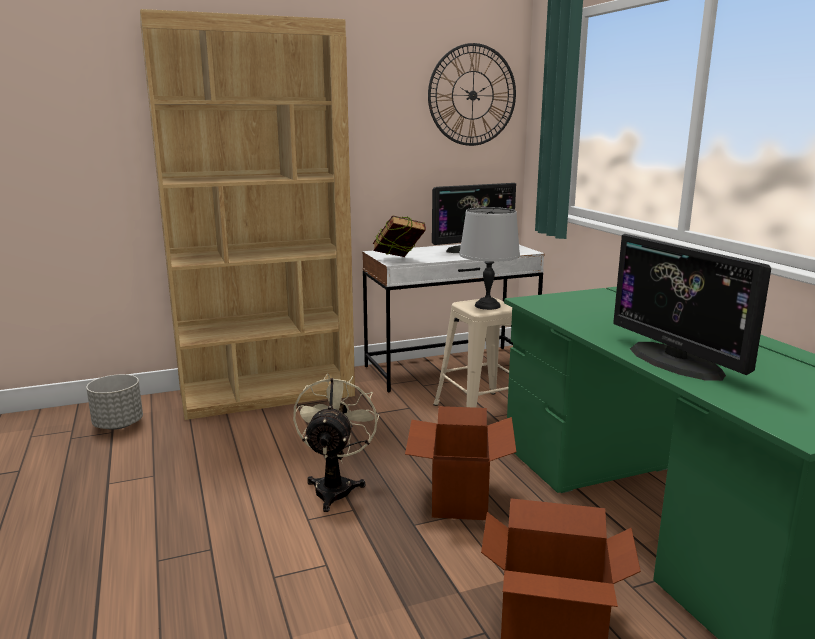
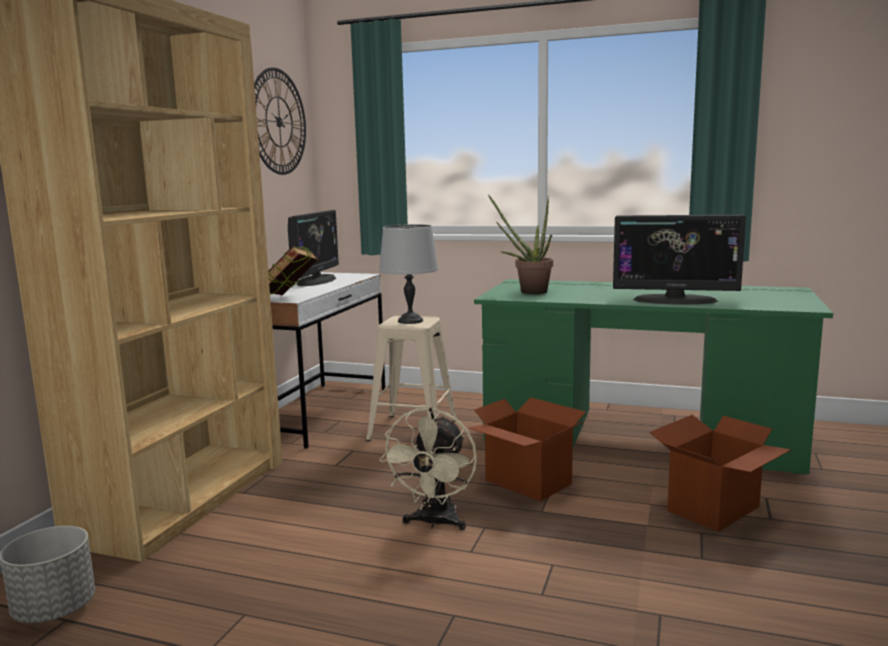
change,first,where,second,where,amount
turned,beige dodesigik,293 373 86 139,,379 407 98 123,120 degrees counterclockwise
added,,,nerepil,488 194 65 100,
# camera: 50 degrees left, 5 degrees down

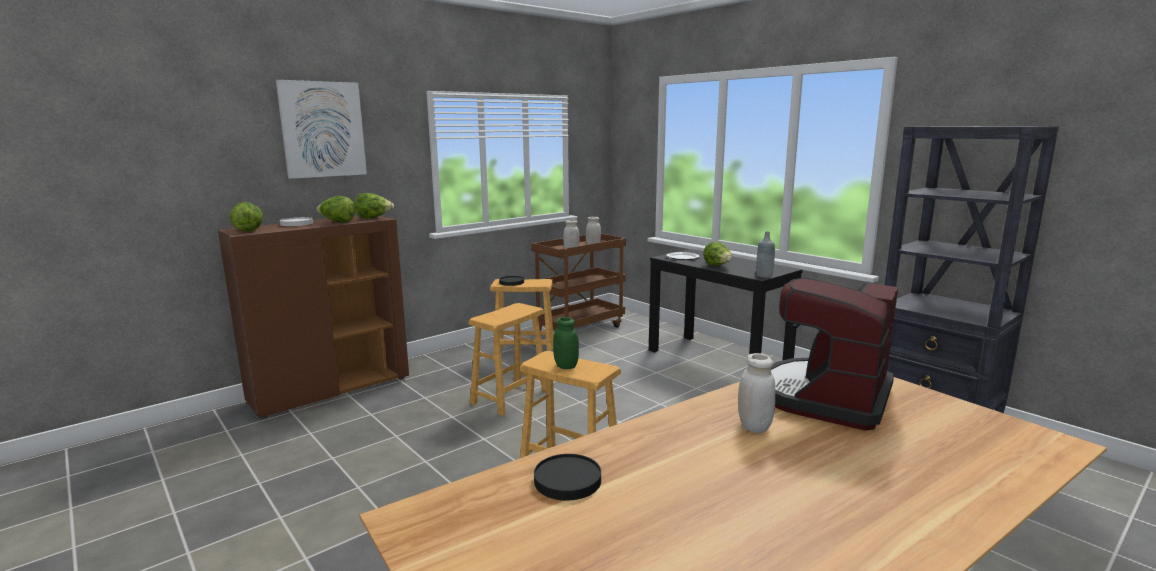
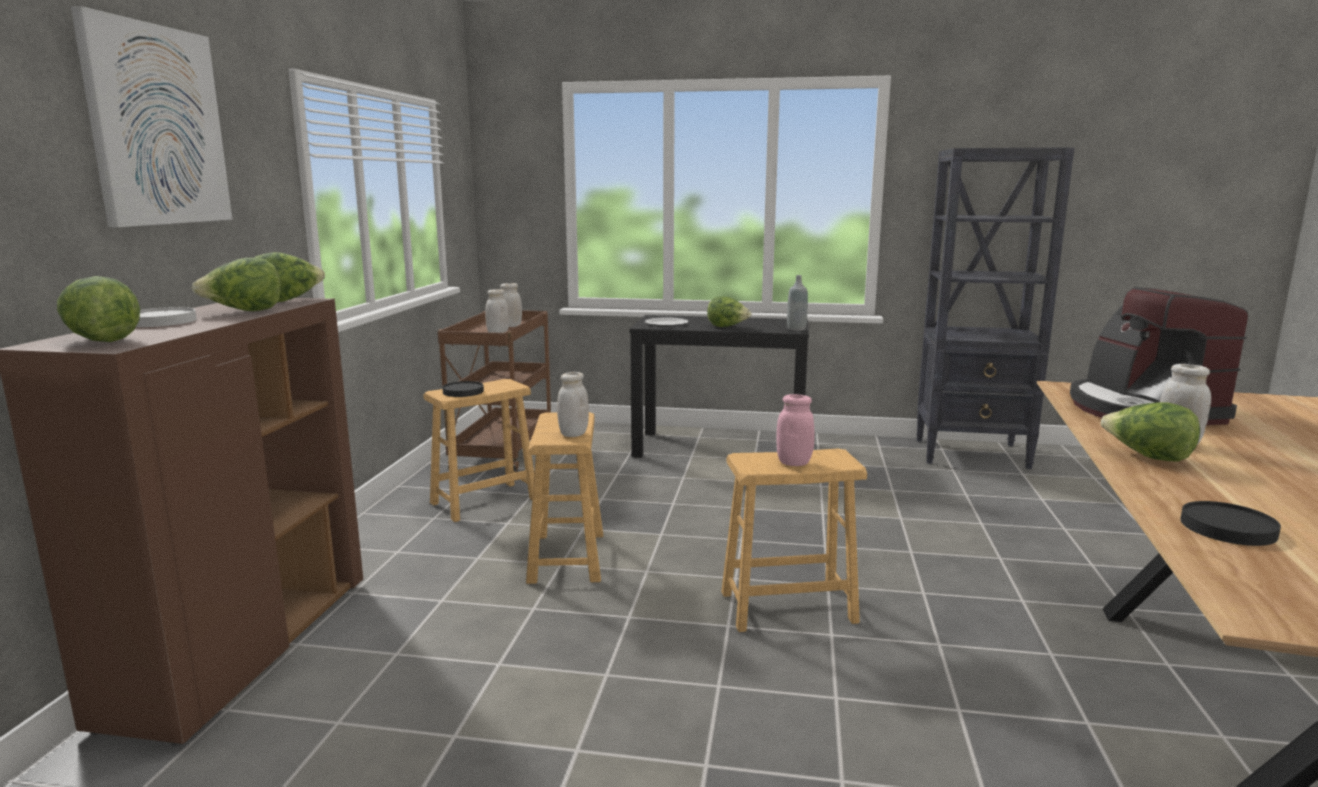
change,first,where,second,where,amount
recoloured,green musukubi,553 317 26 52,pink musukubi,776 394 39 72,
added,,,white musukubi,557 372 32 65,
added,,,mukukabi,1101 402 99 60,
# camera: 40 degrees left, 0 degrees up

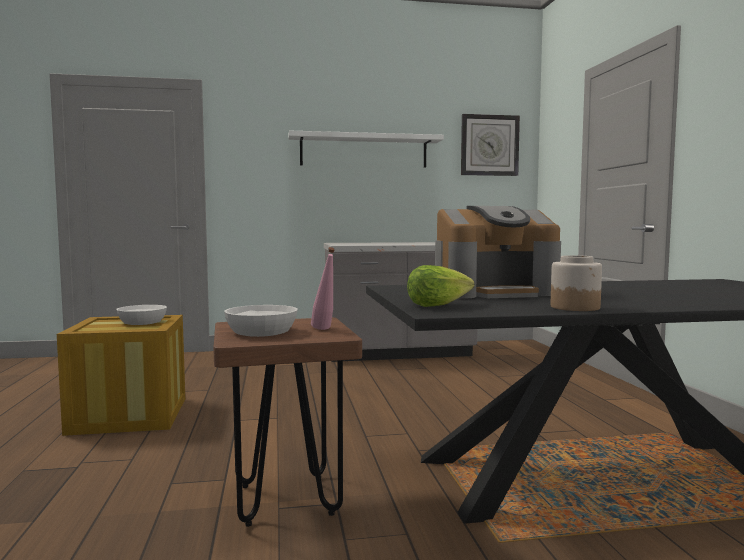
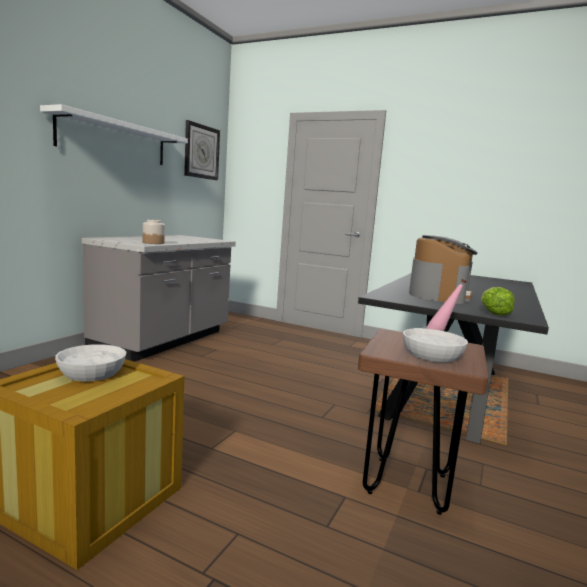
change,first,where,second,where,amount
moved,musukubi,551 255 51 56,,143 220 22 24,
# camera: 55 degrees left, 5 degrees up

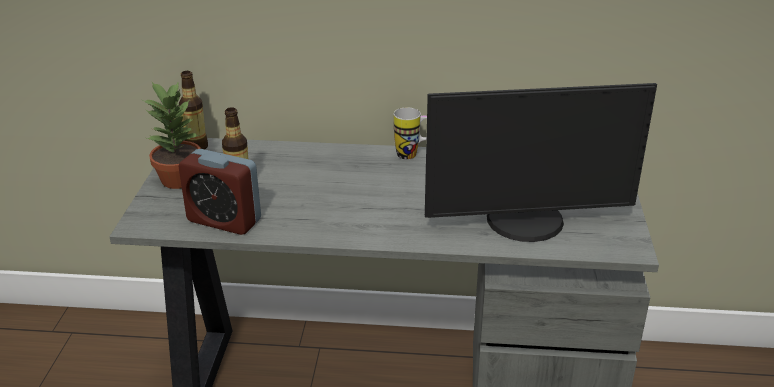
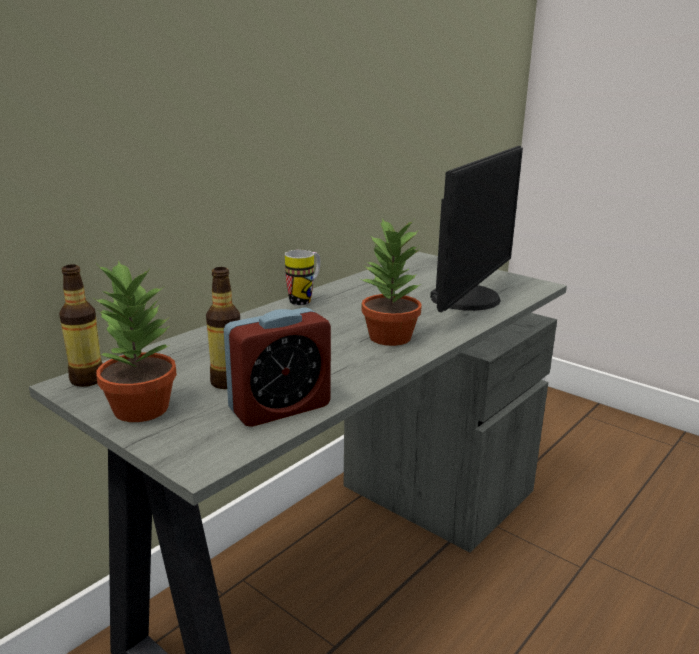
change,first,where,second,where,amount
added,,,nerepil,361 218 61 128,
# camera: 55 degrees left, 10 degrees down

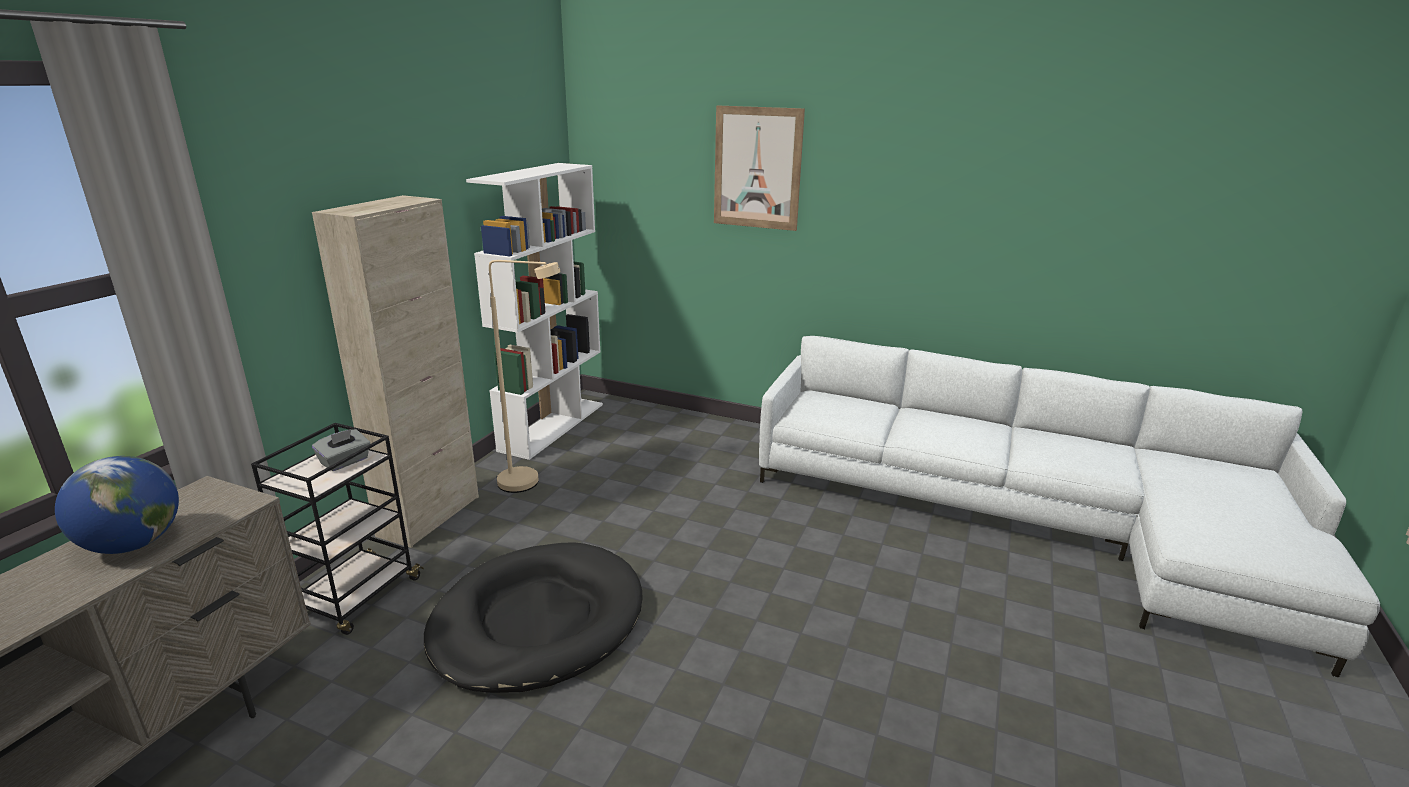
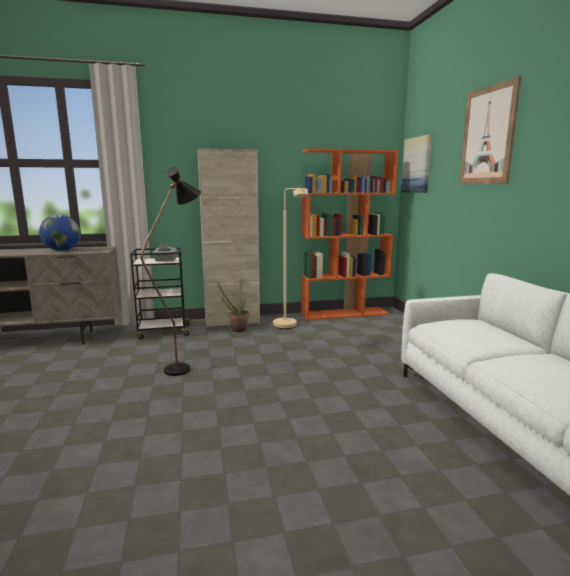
change,first,where,second,where,amount
replaced,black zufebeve,424 542 219 151,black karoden,140 167 61 209,
recoloured,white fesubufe,466 163 137 297,orange fesubufe,301 148 98 172,
added,,,nerepil,218 278 31 54,
added,,,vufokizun,401 135 31 58,
# camera: 55 degrees right, 10 degrees down

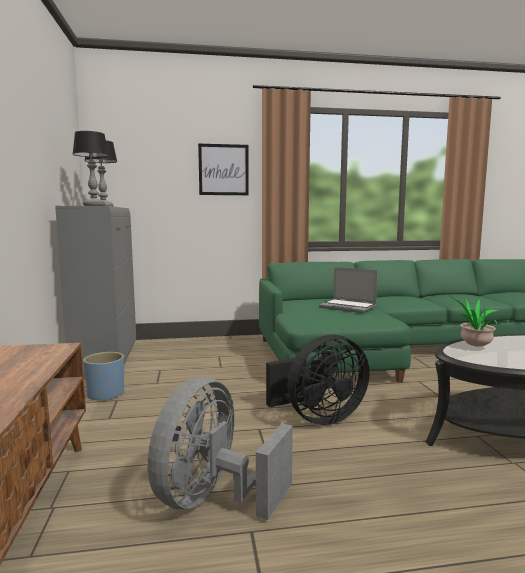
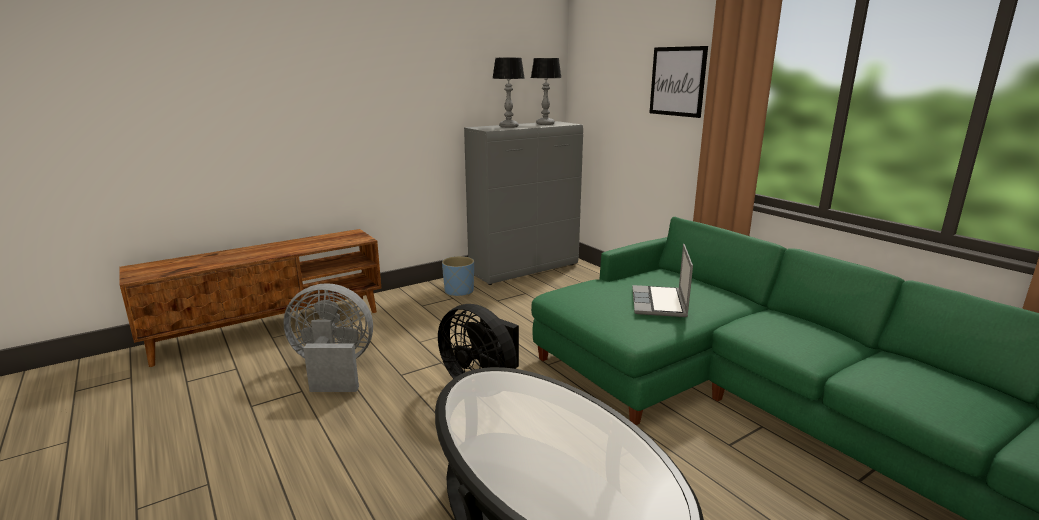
change,first,where,second,where,amount
removed,nerepil,451 296 55 51,,,
# camera: 65 degrees right, 10 degrees up

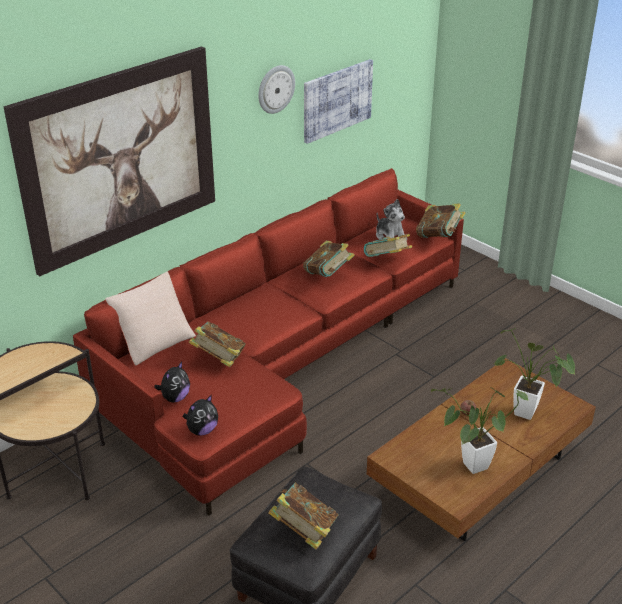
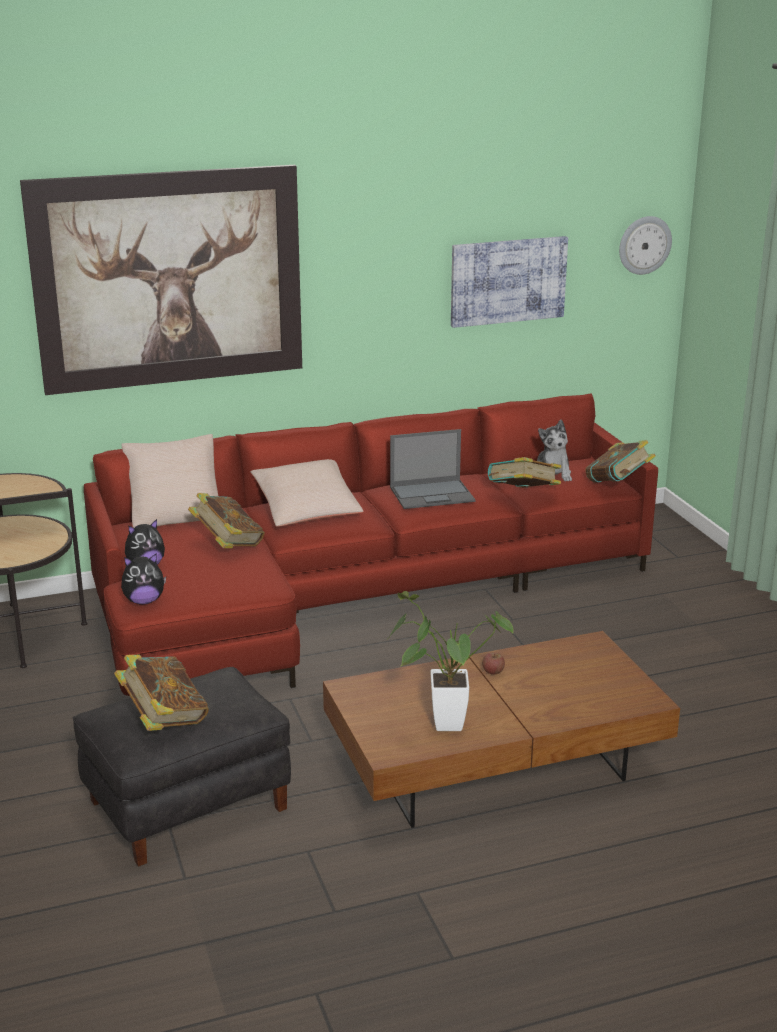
change,first,where,second,where,amount
moved,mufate,258 65 37 49,,619 216 53 59,
replaced,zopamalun,303 241 52 36,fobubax,390 429 85 80,
removed,nerepil,494 328 81 92,,,
added,,,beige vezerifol,250 459 114 68,
# camera: 25 degrees right, 10 degrees down

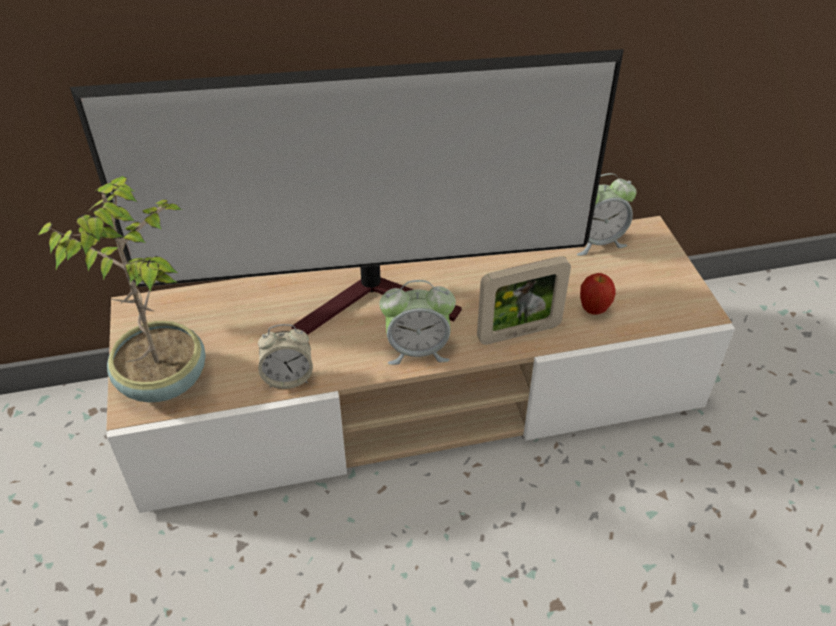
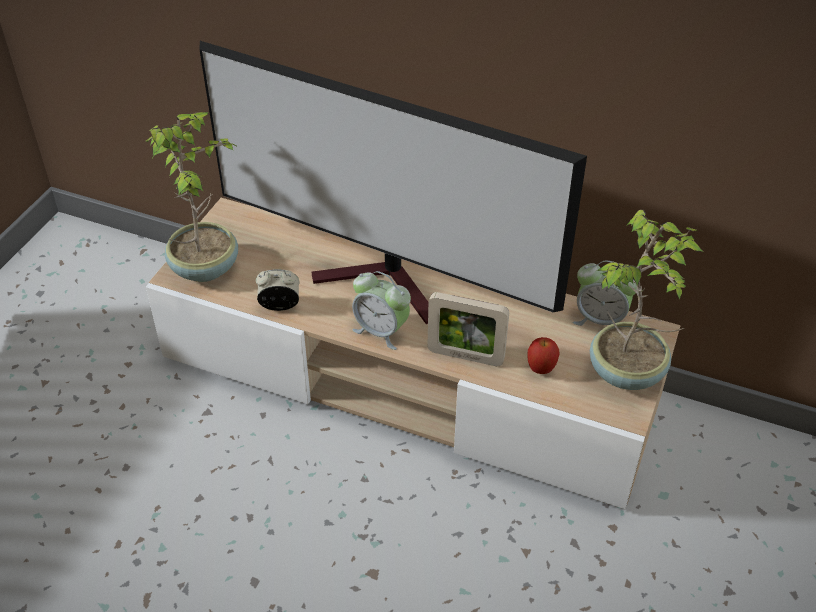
change,first,where,second,where,amount
turned,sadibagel,258 324 55 65,,256 269 43 42,150 degrees clockwise
added,,,nerepil,590 210 114 180,
# camera: 35 degrees right, 0 degrees up

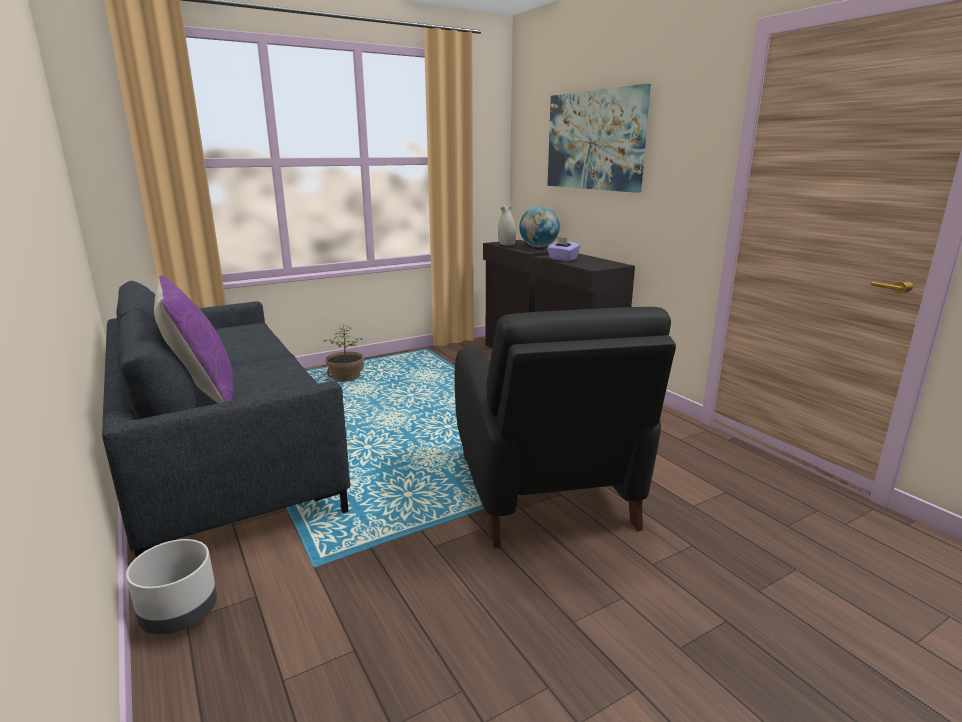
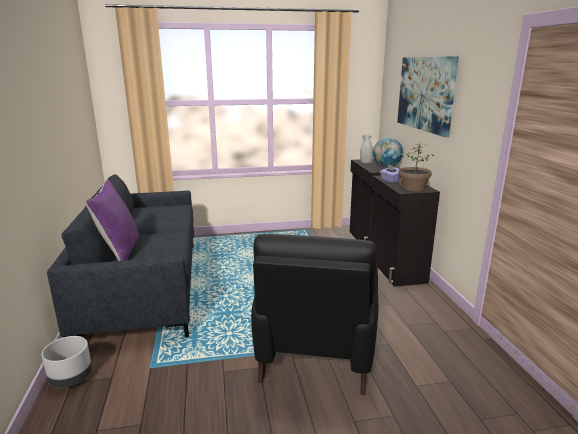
change,first,where,second,where,amount
moved,nerepil,323 326 41 56,,399 142 35 50,
# camera: 20 degrees right, 0 degrees up

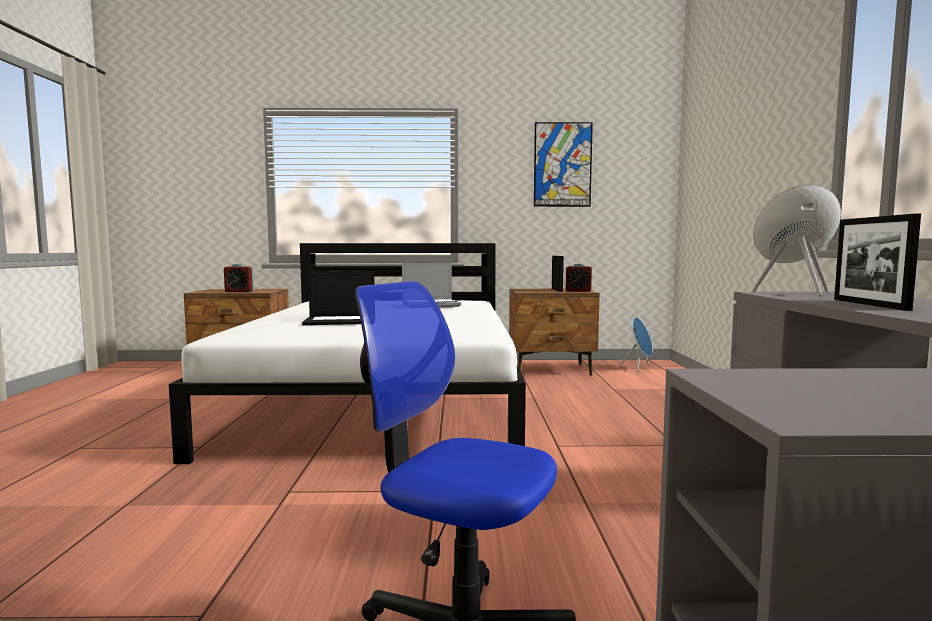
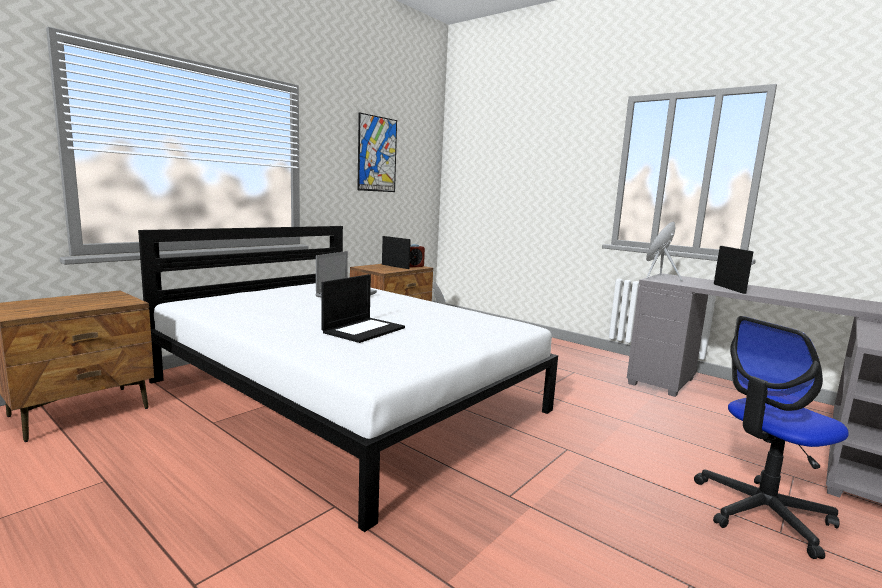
change,first,where,second,where,amount
removed,sadibagel,224 264 30 28,,,
turned,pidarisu,834 214 87 97,,714 246 40 48,135 degrees counterclockwise
# camera: 50 degrees left, 5 degrees up

